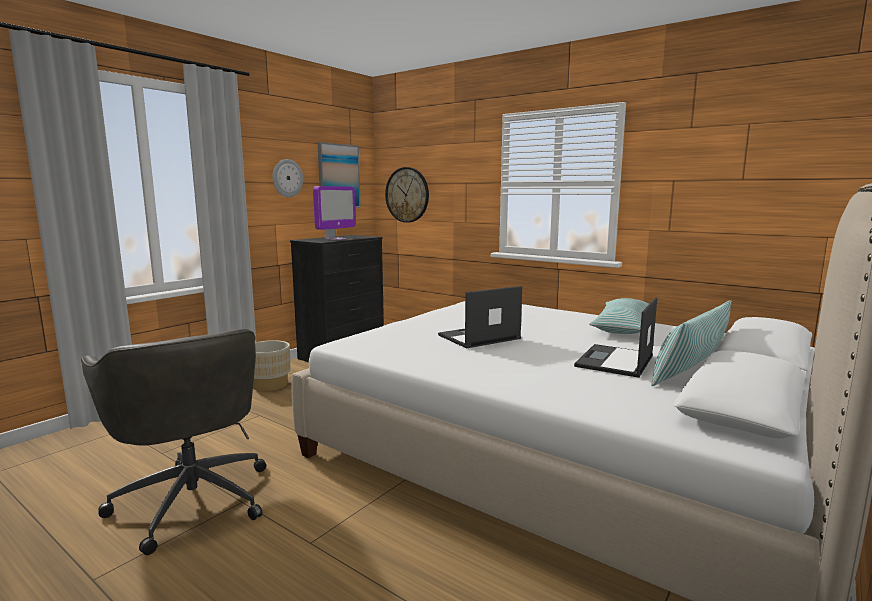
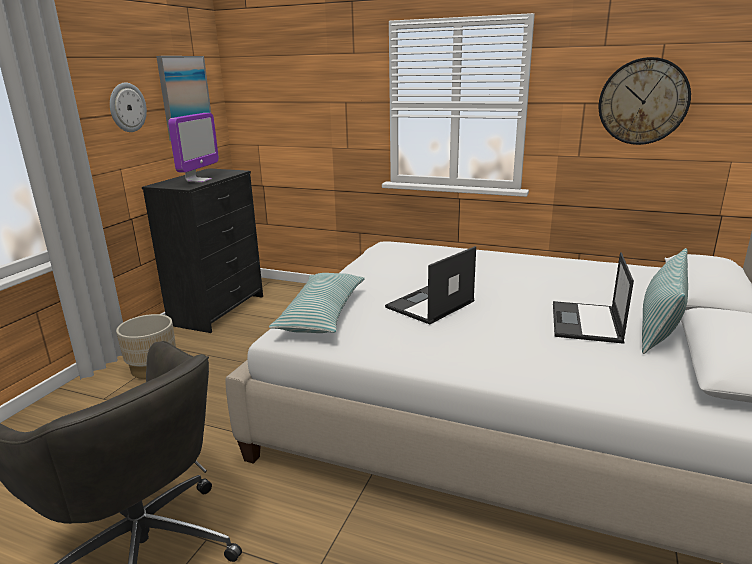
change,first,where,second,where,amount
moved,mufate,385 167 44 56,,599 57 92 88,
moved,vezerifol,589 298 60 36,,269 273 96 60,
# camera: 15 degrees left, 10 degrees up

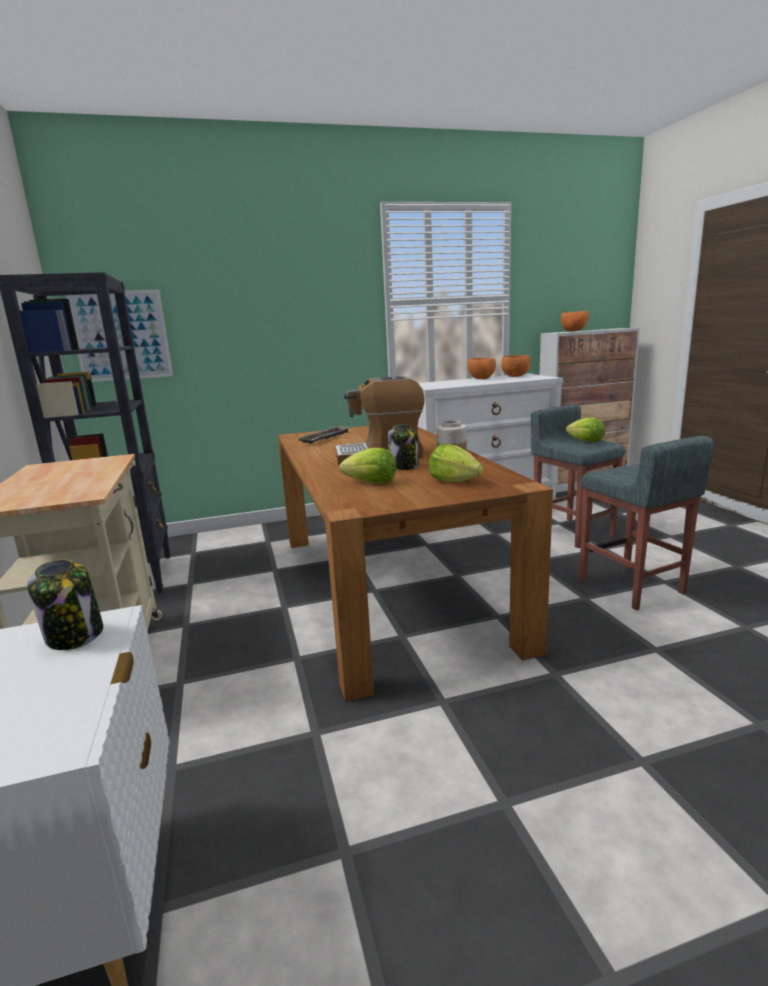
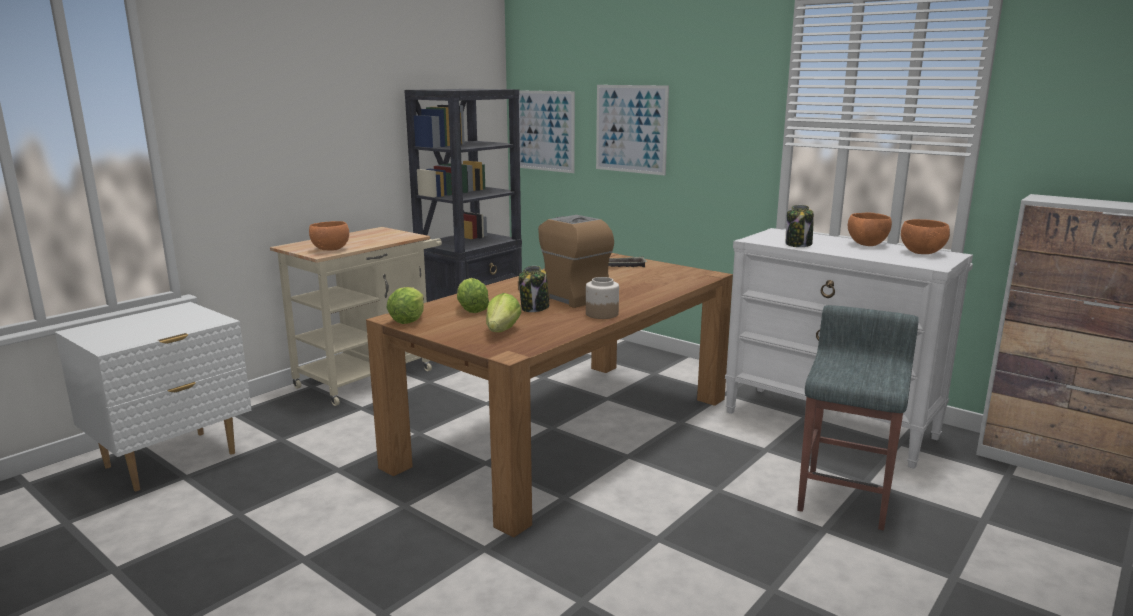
change,first,where,second,where,amount
moved,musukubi,27 559 76 91,,786 205 28 42,
moved,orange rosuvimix,561 311 28 21,,309 221 40 30,
moved,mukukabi,566 417 39 25,,387 287 37 37,
removed,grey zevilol,579 436 135 174,,,
added,,,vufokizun,596 85 73 90,
# camera: 55 degrees right, 0 degrees up

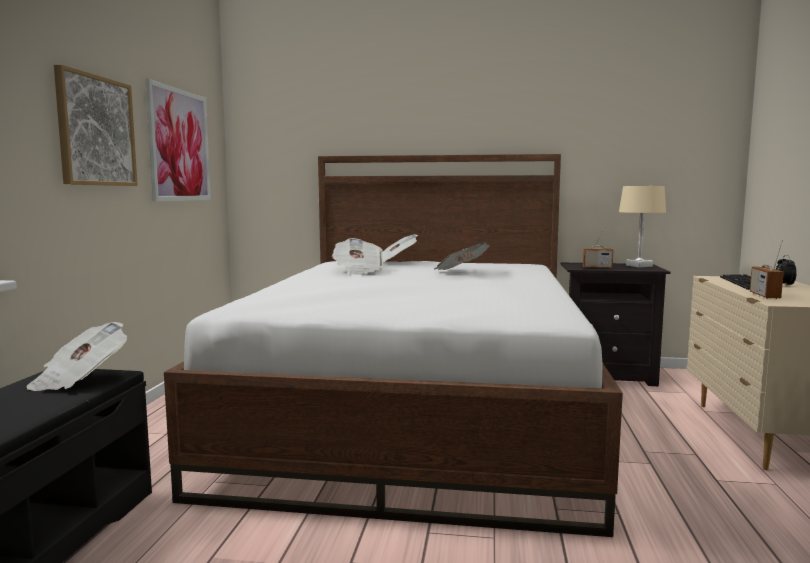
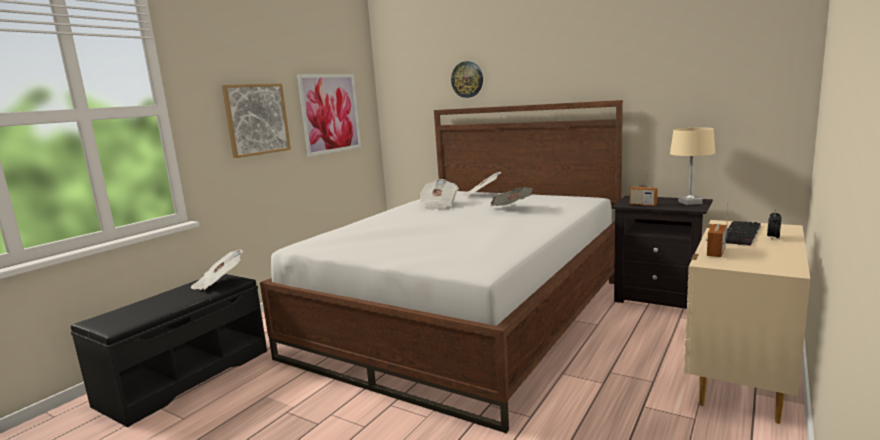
change,first,where,second,where,amount
added,,,mufate,451 61 32 37,
# camera: 25 degrees right, 5 degrees up

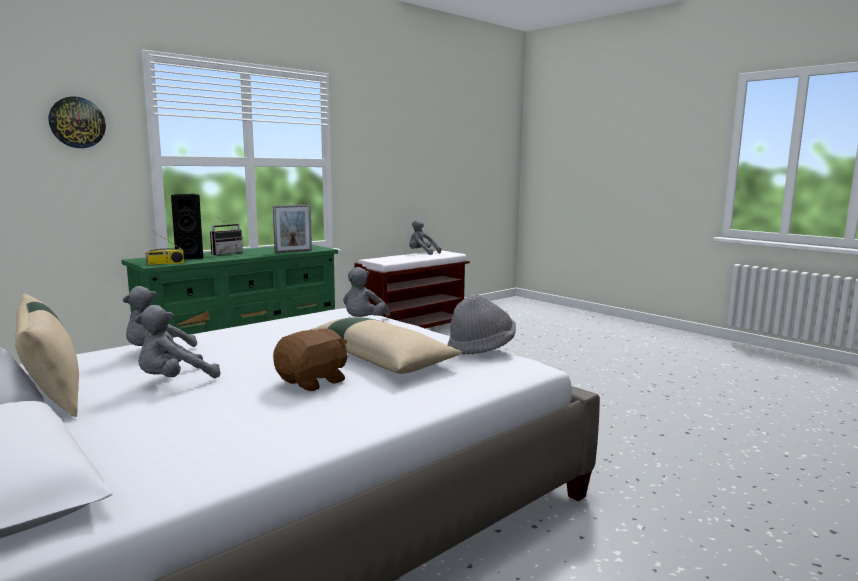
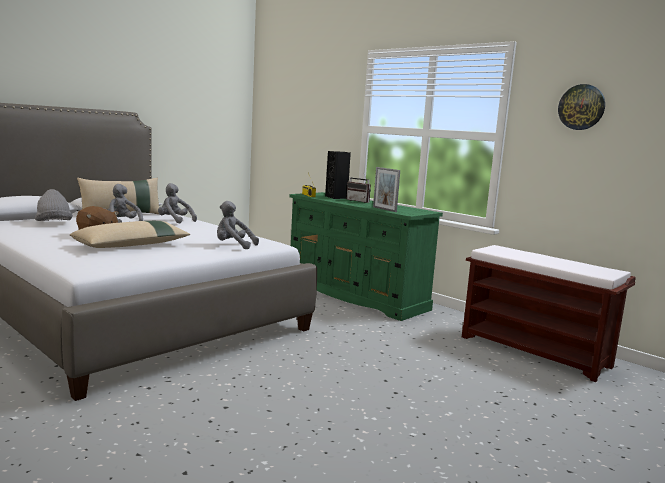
change,first,where,second,where,amount
moved,mufate,49 96 57 52,,558 84 47 46,
removed,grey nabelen,409 219 32 36,,,
moved,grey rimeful,448 294 68 61,,35 189 38 32,
# camera: 85 degrees right, 0 degrees up

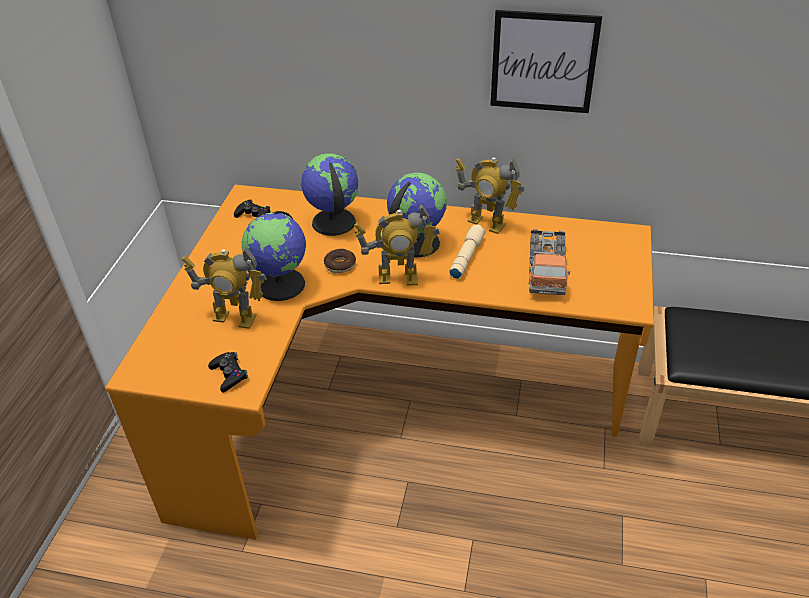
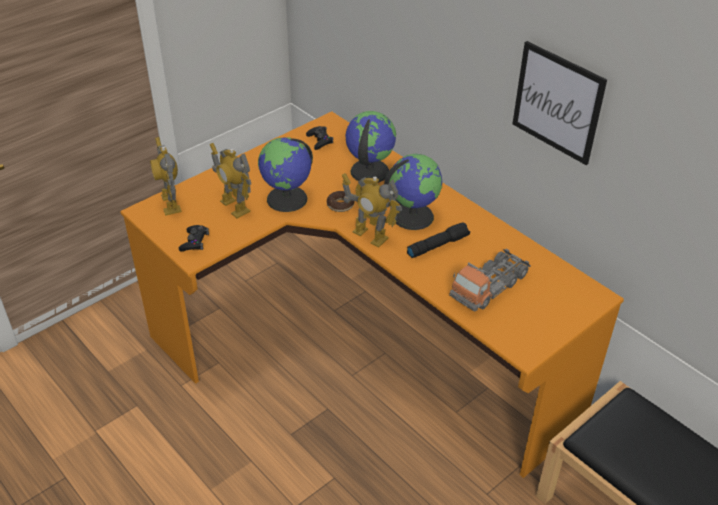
change,first,where,second,where,amount
recoloured,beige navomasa,449 224 37 55,black navomasa,407 222 63 36,
moved,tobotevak,456 157 69 77,,150 137 32 79,
# camera: 35 degrees right, 0 degrees up

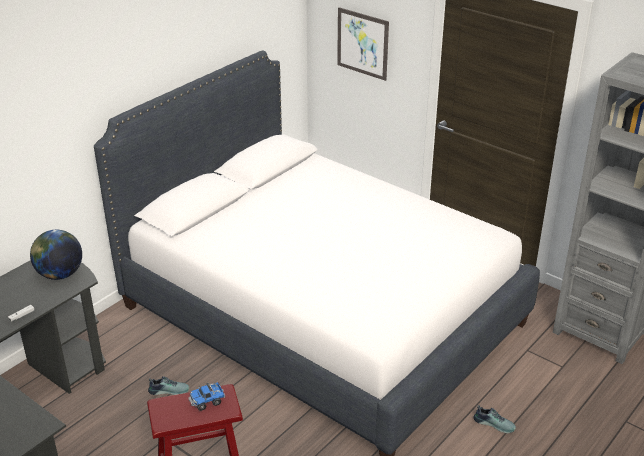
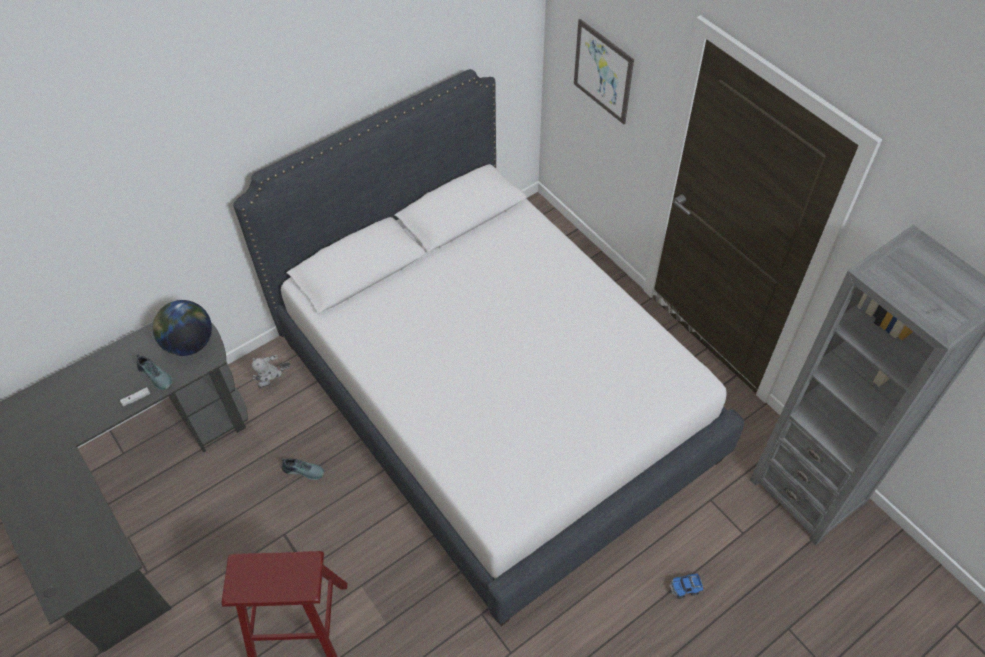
change,first,where,second,where,amount
moved,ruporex,188 382 37 29,,669 573 35 26,
moved,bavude,474 405 42 28,,136 354 37 37,
added,,,tobotevak,252 355 39 33,
# camera: 15 degrees right, 20 degrees up

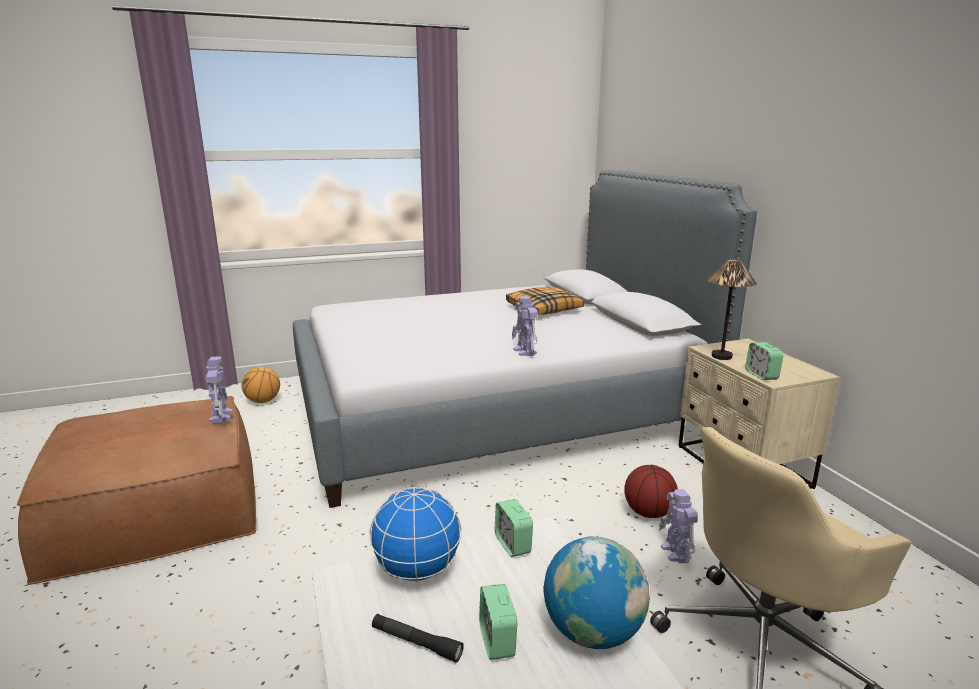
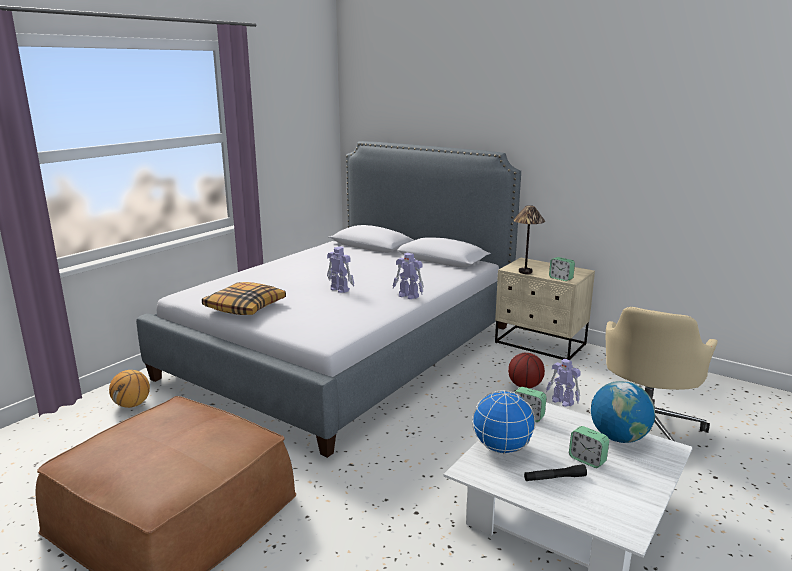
change,first,where,second,where,amount
moved,tobotevak,205 356 28 67,,327 246 27 47,
moved,vezerifol,506 287 78 28,,202 282 84 33,
# camera: 35 degrees left, 0 degrees up

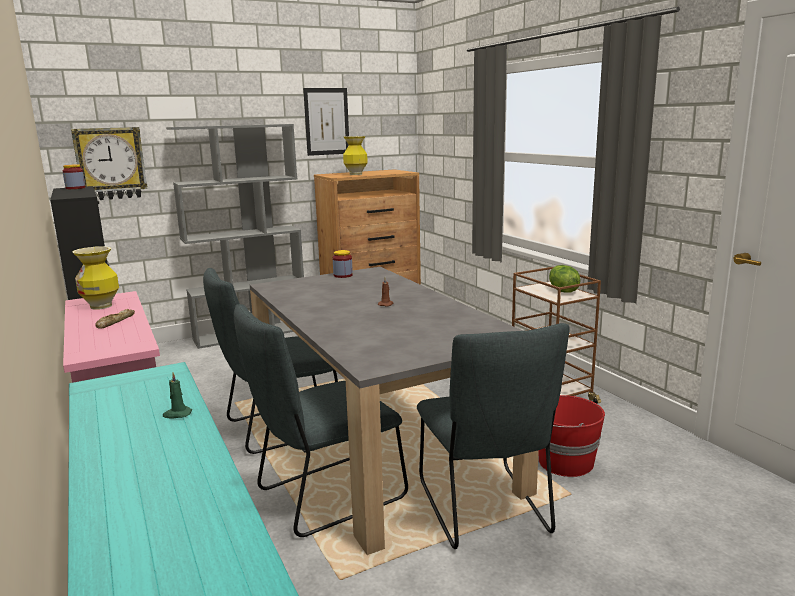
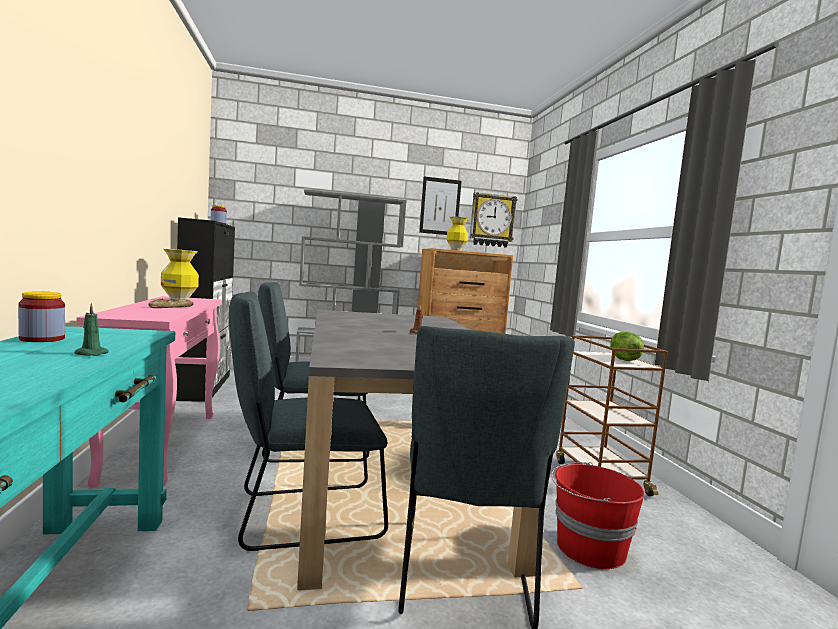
change,first,where,second,where,amount
moved,mufate,71 127 76 73,,470 192 48 55,
moved,musukubi,333 250 20 28,,18 292 47 50,
# camera: 15 degrees right, 10 degrees down

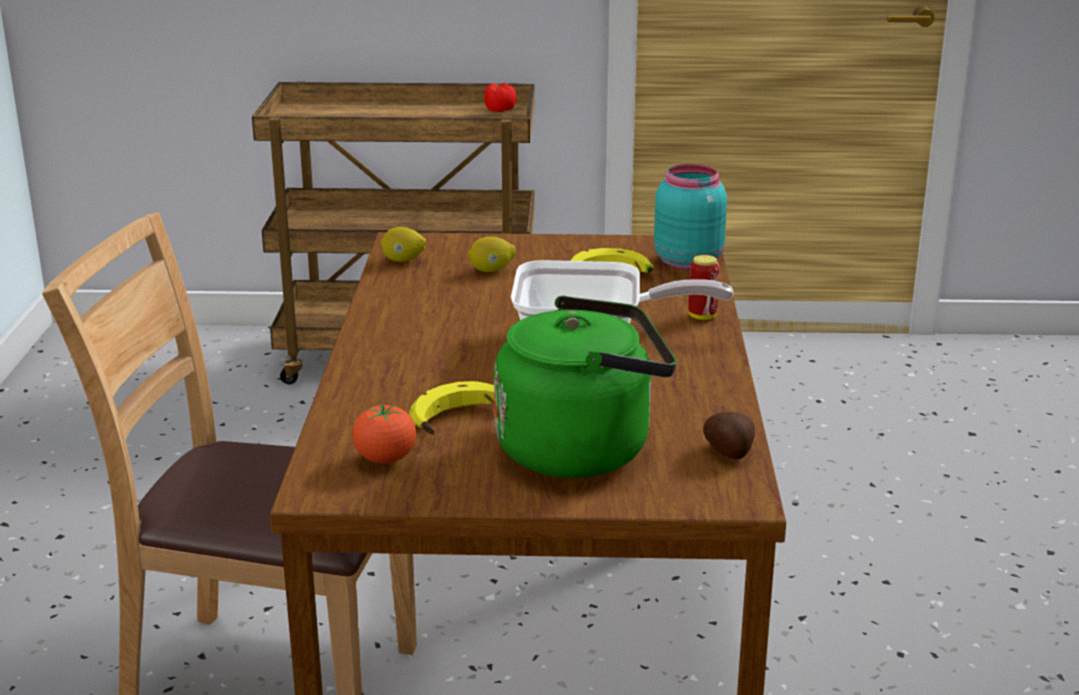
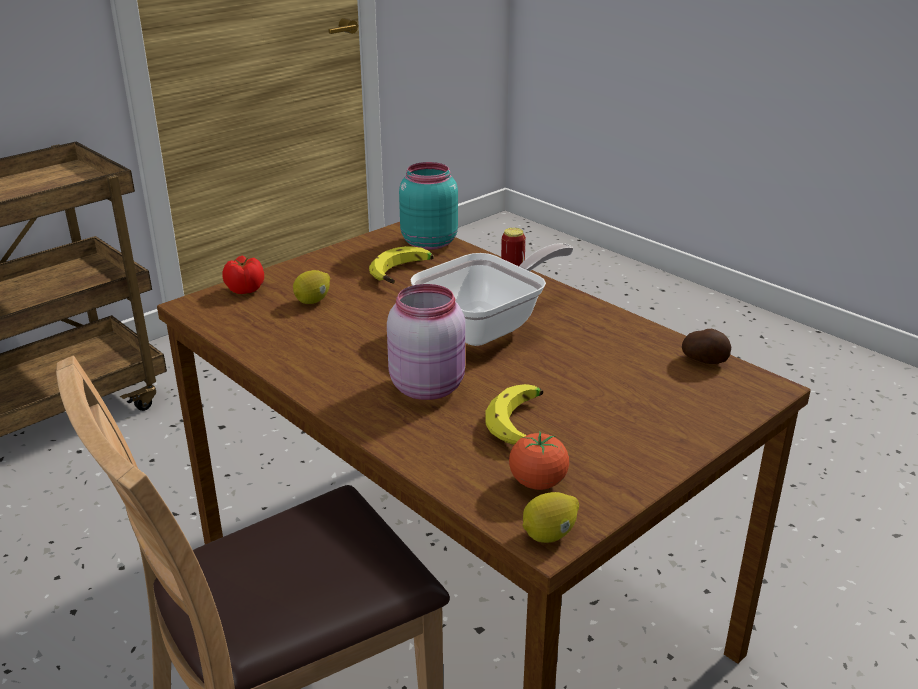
change,first,where,second,where,amount
moved,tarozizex,381 227 46 35,,523 492 56 51,
moved,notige,484 83 32 29,,222 255 42 39,
removed,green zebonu,494 296 182 182,,,
added,,,pink musukubi,387 284 78 116,
# camera: 45 degrees left, 5 degrees up

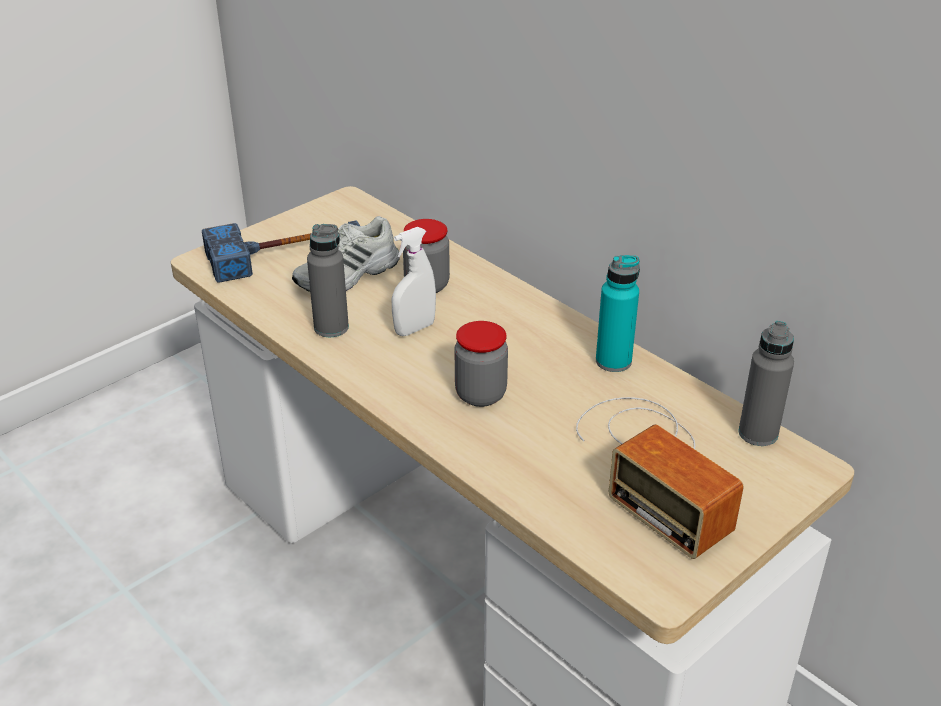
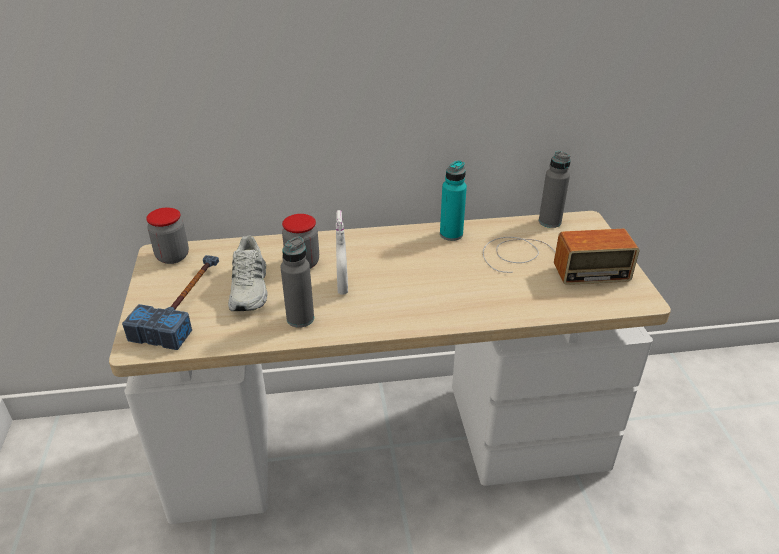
change,first,where,second,where,amount
moved,musukubi,455 321 53 86,,146 208 43 56,
# camera: 55 degrees left, 0 degrees up

